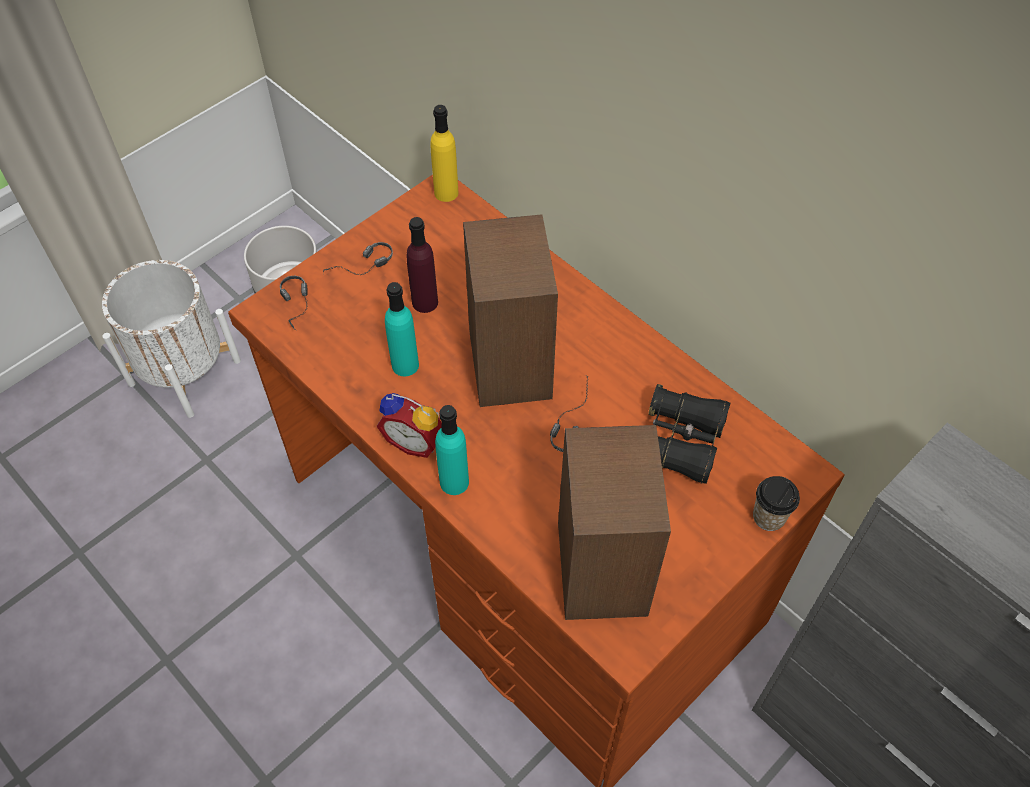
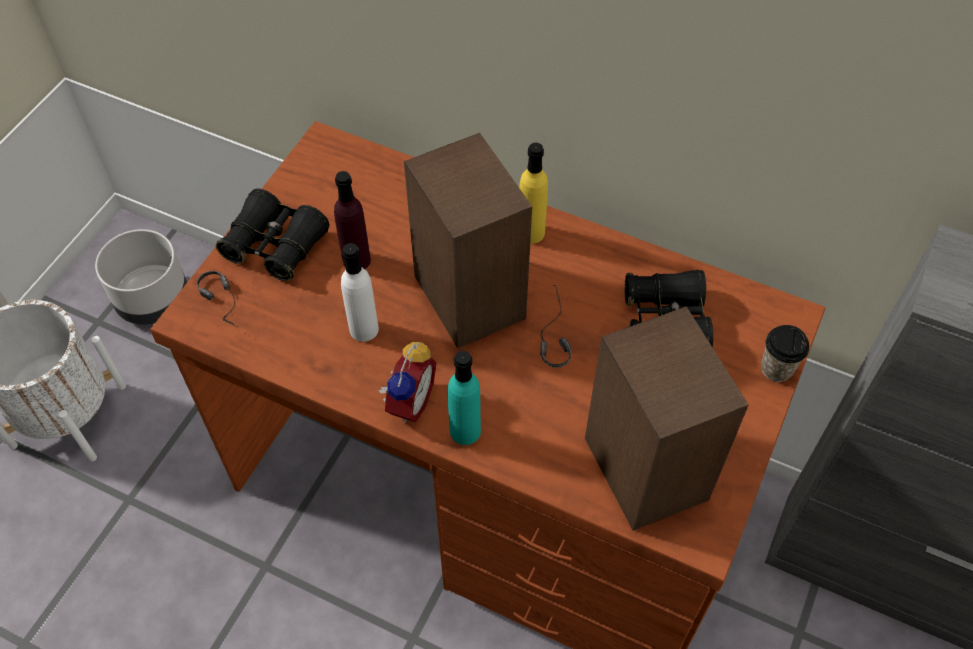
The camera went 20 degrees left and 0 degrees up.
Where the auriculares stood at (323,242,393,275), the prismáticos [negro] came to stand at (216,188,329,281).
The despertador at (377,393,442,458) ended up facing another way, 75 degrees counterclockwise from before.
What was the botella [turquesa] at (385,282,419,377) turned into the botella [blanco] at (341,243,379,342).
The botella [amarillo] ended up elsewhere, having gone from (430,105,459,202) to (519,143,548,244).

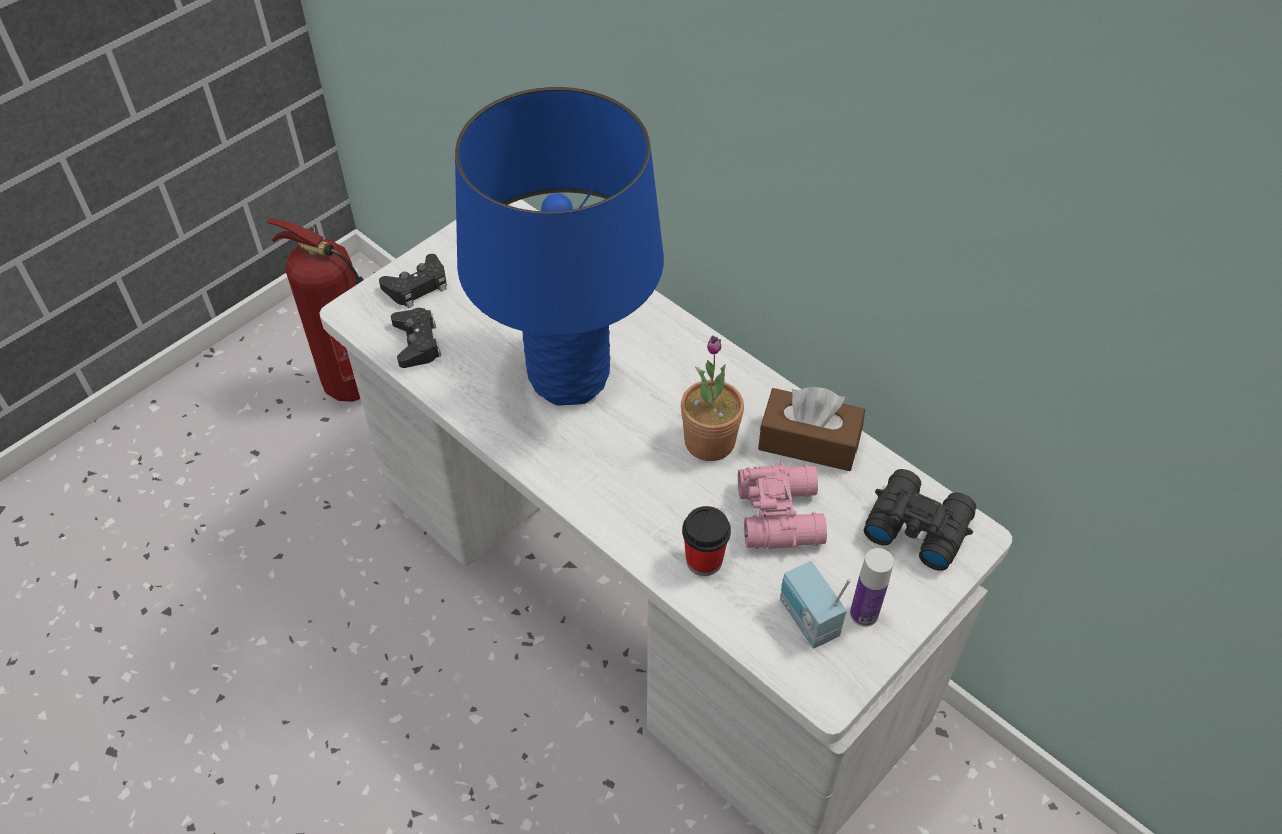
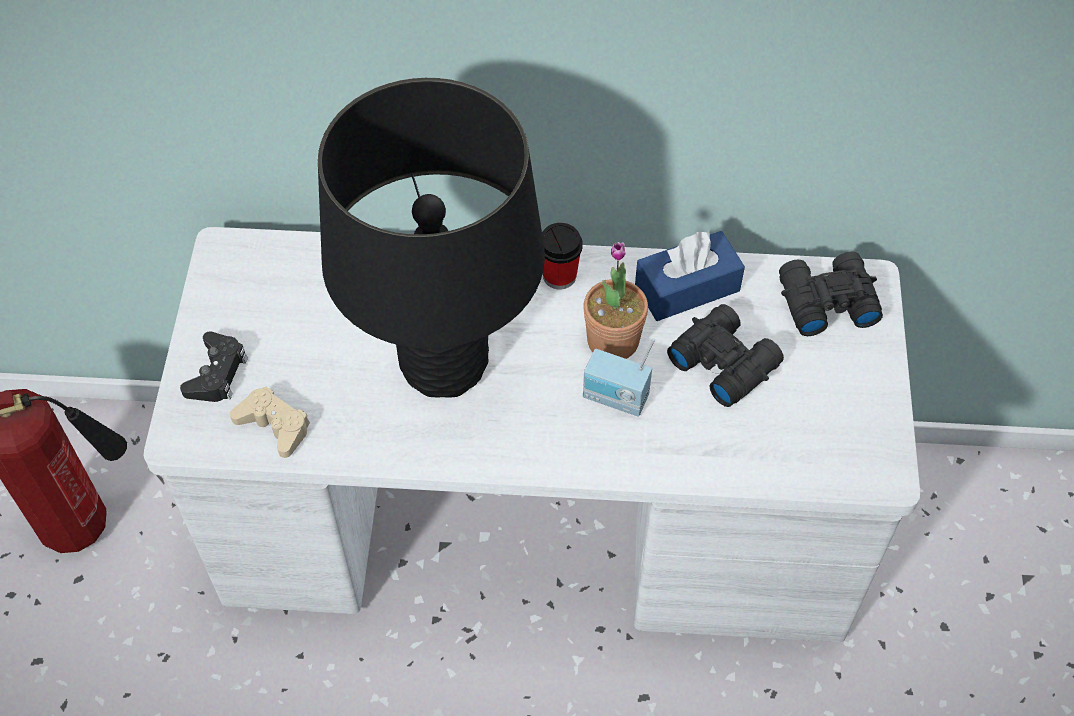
The camera went 40 degrees left and 5 degrees up.
What was the mando de consola [negro] at (391,308,441,368) turned into the mando de consola [beis] at (230,386,310,458).
What was the lámpara de mesa [azul] at (455,87,664,406) turned into the lámpara de mesa [negro] at (318,78,545,398).
The taza ended up elsewhere, having gone from (682,506,731,576) to (542,223,583,289).
What was the prismáticos [rosa] at (738,461,827,549) turned into the prismáticos [negro] at (667,304,784,407).
What was the caja de pañuelos [marrón] at (758,387,865,471) turned into the caja de pañuelos [azul] at (635,231,745,321).
The radio ended up elsewhere, having gone from (780,561,851,648) to (583,338,655,417).
The second view lost the botella at (850,548,894,627).

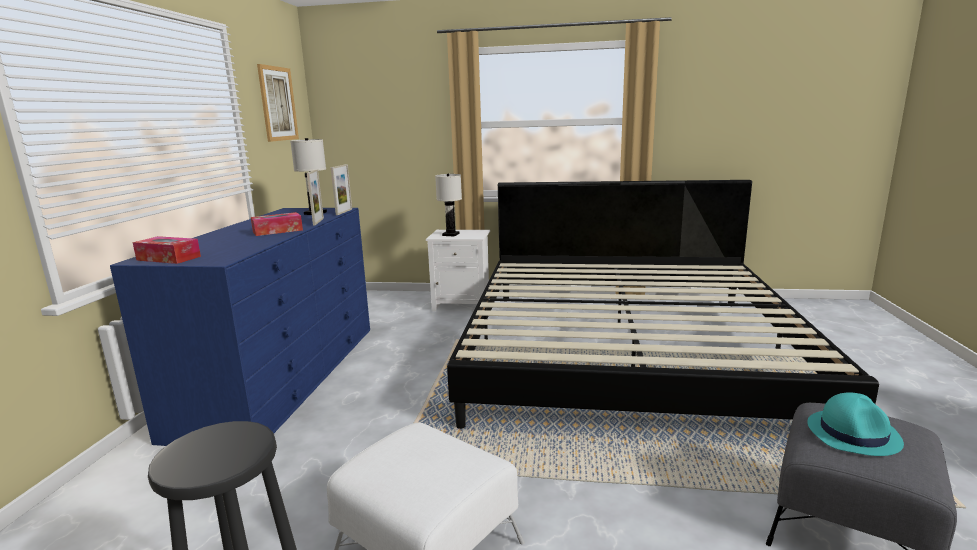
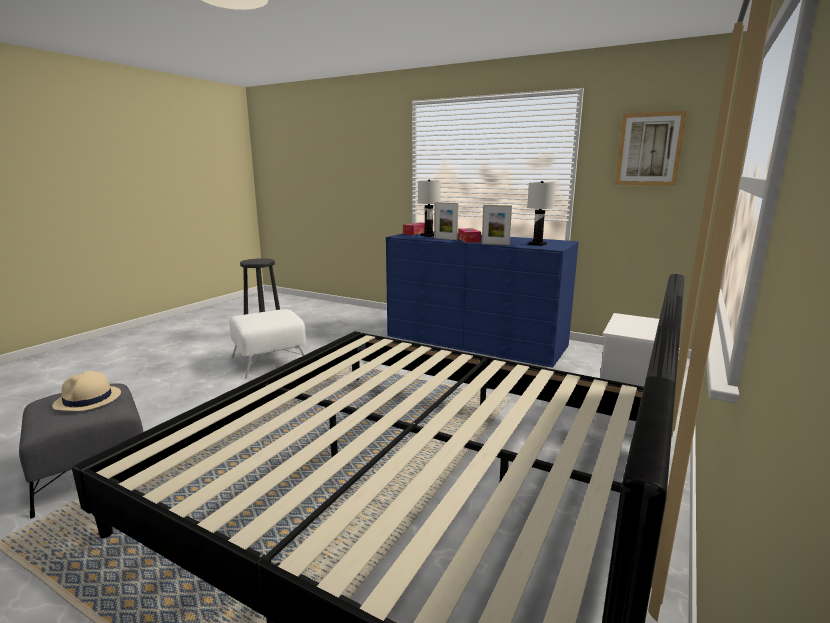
The camera went 110 degrees right and 0 degrees up.
The portarretratos ended up elsewhere, having gone from (331,164,352,215) to (434,202,459,240).
The lámpara de mesa [blanco] ended up elsewhere, having gone from (435,174,462,237) to (418,180,441,237).
What was the sombrero [turquesa] at (807,393,904,456) turned into the sombrero [beis] at (52,371,121,411).

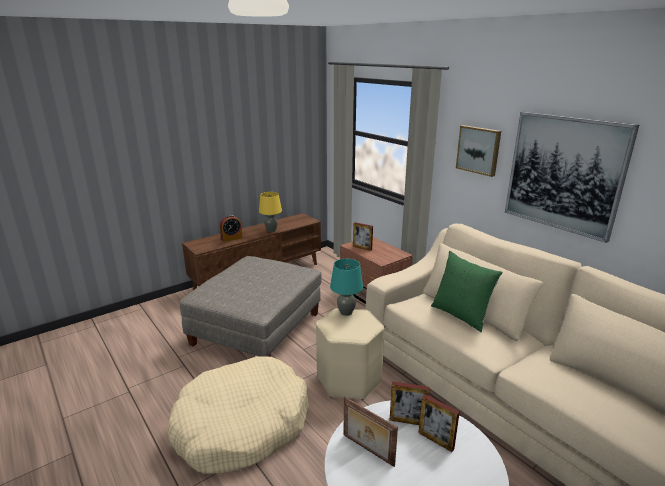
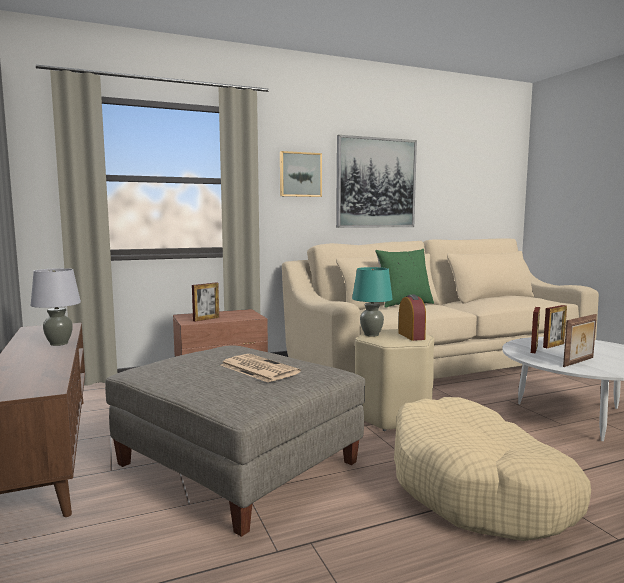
The camera went 75 degrees left and 15 degrees down.
The despertador ended up elsewhere, having gone from (220,215,243,242) to (398,295,426,341).
What was the lámpara de mesa [amarillo] at (259,192,282,232) turned into the lámpara de mesa [gris] at (31,268,81,346).
The second view gained the periódico at (221,354,301,383).

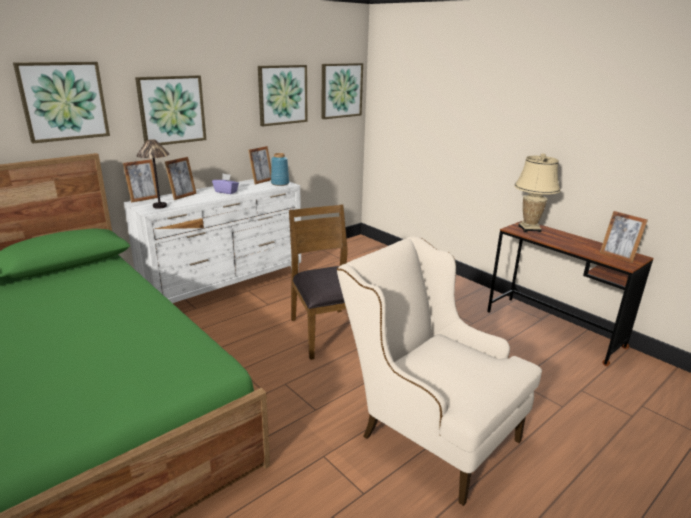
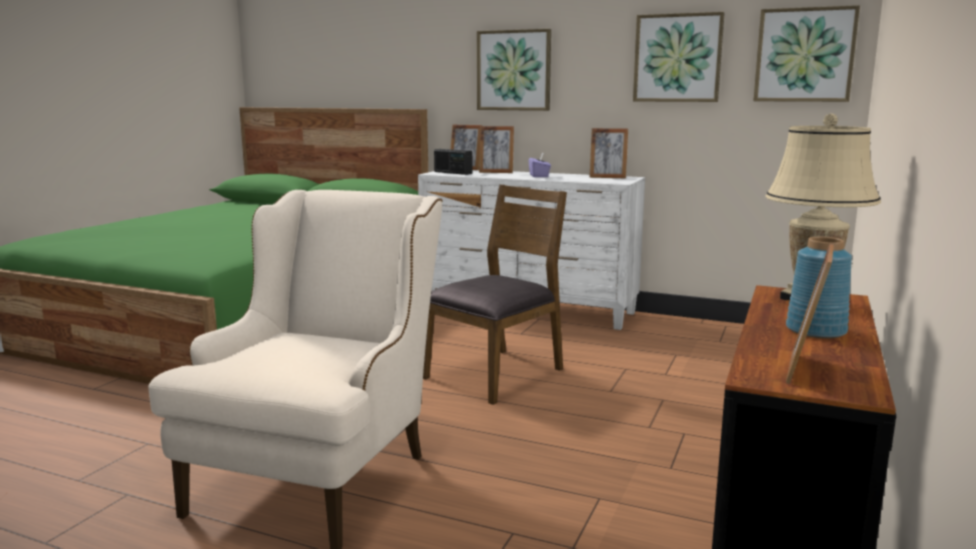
The camera went 65 degrees right and 10 degrees down.
The second view lost the cuadro at (13,62,110,143).
Where the lámpara de mesa stood at (136,139,170,209), the radio came to stand at (434,149,472,175).
The florero [azul] ended up elsewhere, having gone from (271,153,289,186) to (786,237,852,339).

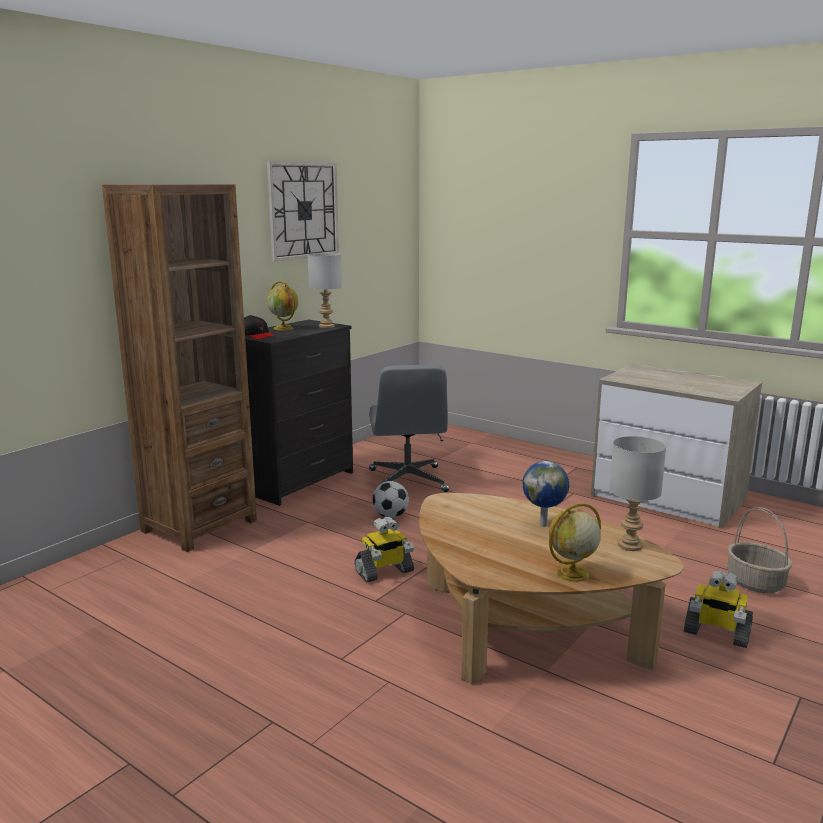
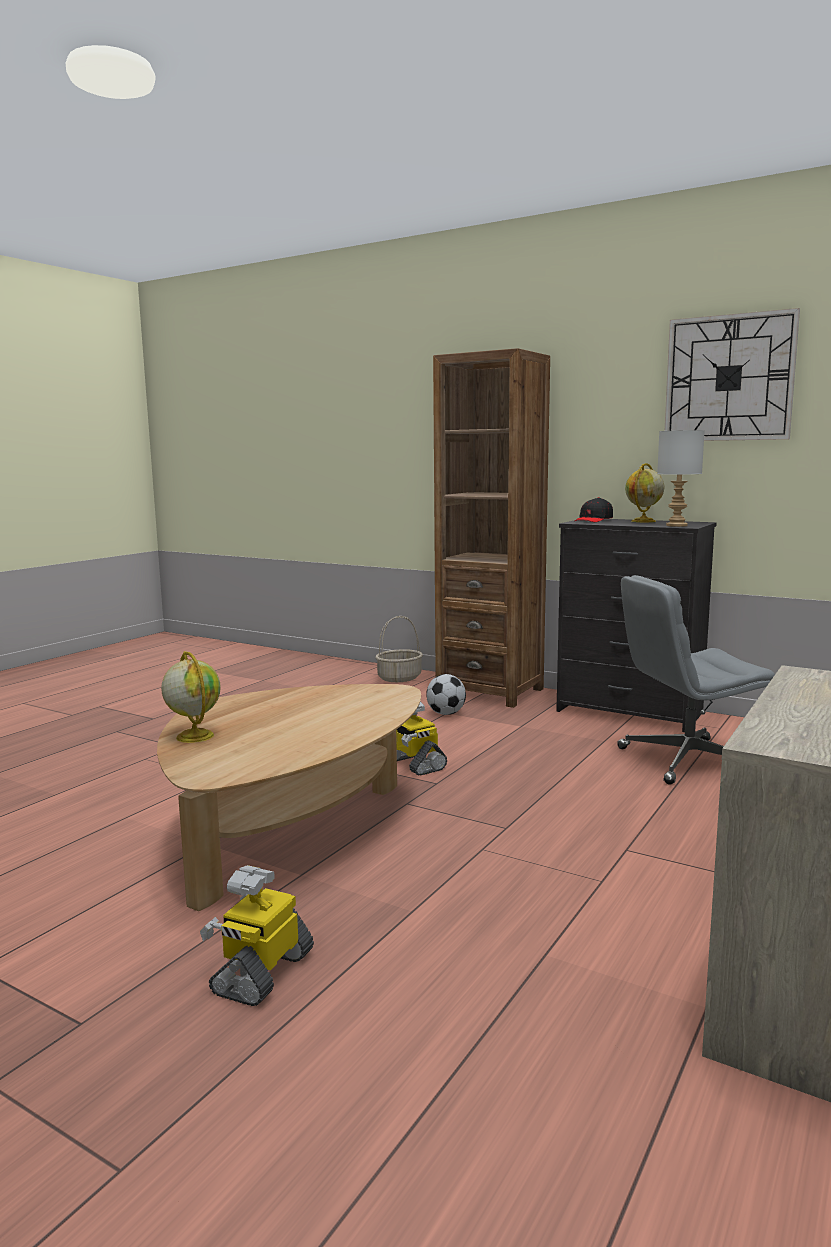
The camera went 85 degrees right and 5 degrees down.
The balón de fútbol ended up elsewhere, having gone from (373,481,409,518) to (426,674,466,715).
The second view lost the globo terráqueo at (523,461,569,527).
The second view lost the lámpara de mesa [gris] at (609,436,666,551).
The cesta ended up elsewhere, having gone from (727,507,792,593) to (376,616,423,682).

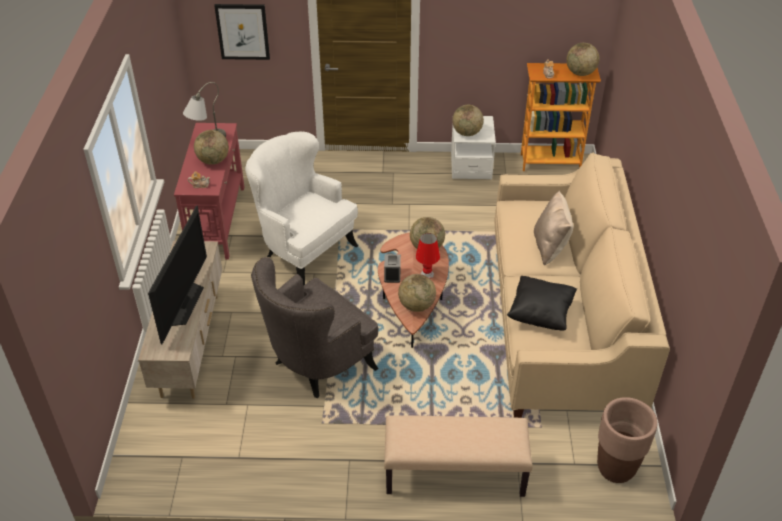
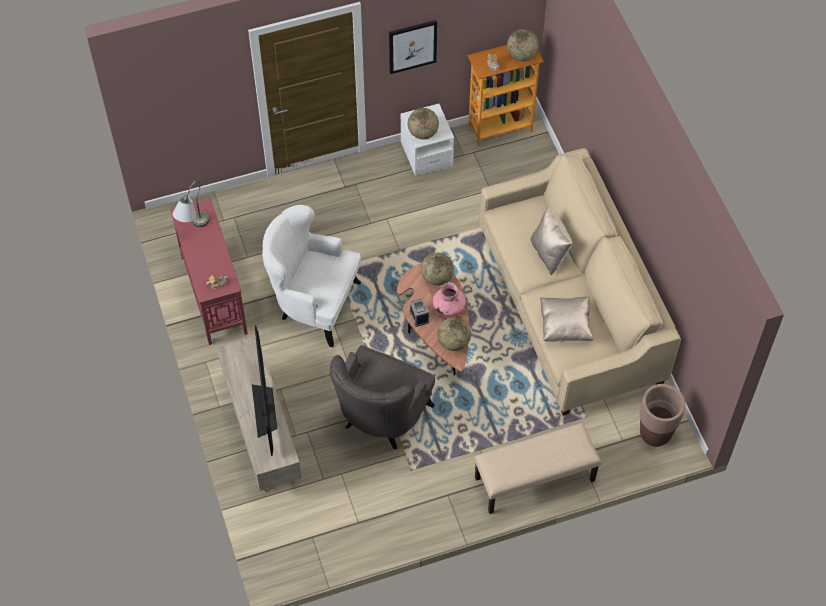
The camera went 20 degrees left and 15 degrees up.
The second view lost the globo terráqueo at (194,130,229,165).
The cuadro ended up elsewhere, having gone from (214,4,270,60) to (389,20,437,74).
Where the lámpara de mesa [rojo] stood at (416,233,440,279), the florero [rosa] came to stand at (433,282,466,316).
What was the cojín [negro] at (507,276,577,331) turned into the cojín [beis] at (540,297,594,342).

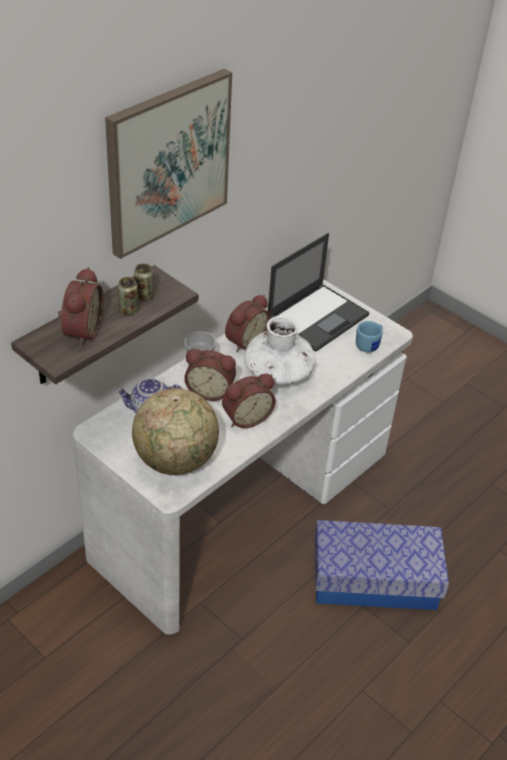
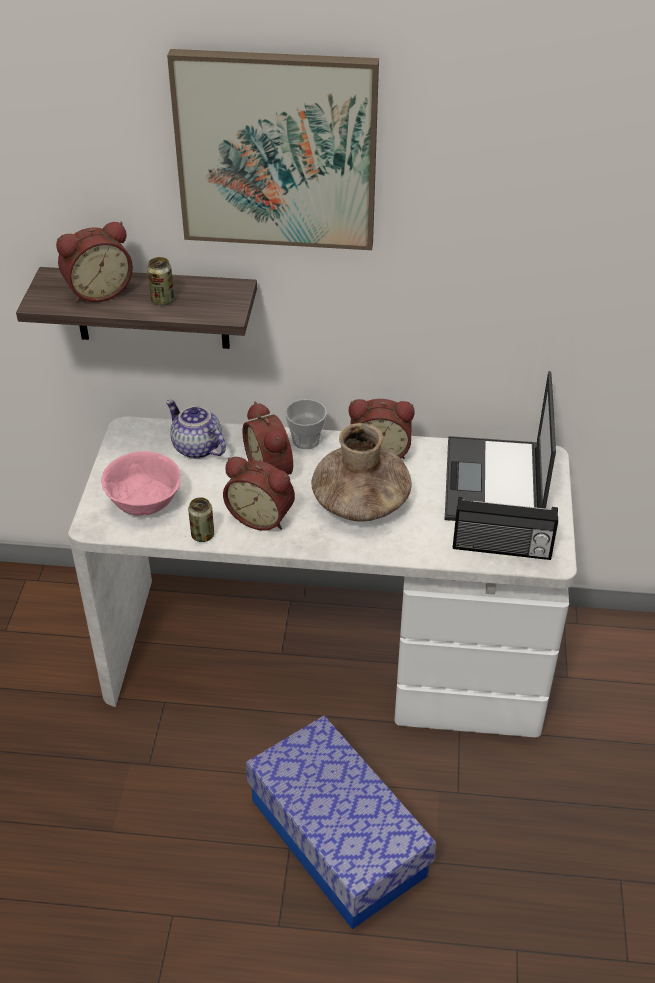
The camera went 55 degrees right and 0 degrees up.
Where the globo terráqueo stood at (132,388,219,475), the cuenco [rosa] came to stand at (101,451,181,516).
The lata ended up elsewhere, having gone from (134,263,153,301) to (188,497,214,542).
What was the florero [blanco] at (244,315,316,385) turned into the florero [marrón] at (311,423,412,522).
The portátil at (268,233,370,352) ended up facing another way, 90 degrees clockwise from before.
Where the taza grande [azul] stood at (356,321,383,353), the radio came to stand at (453,497,558,560).

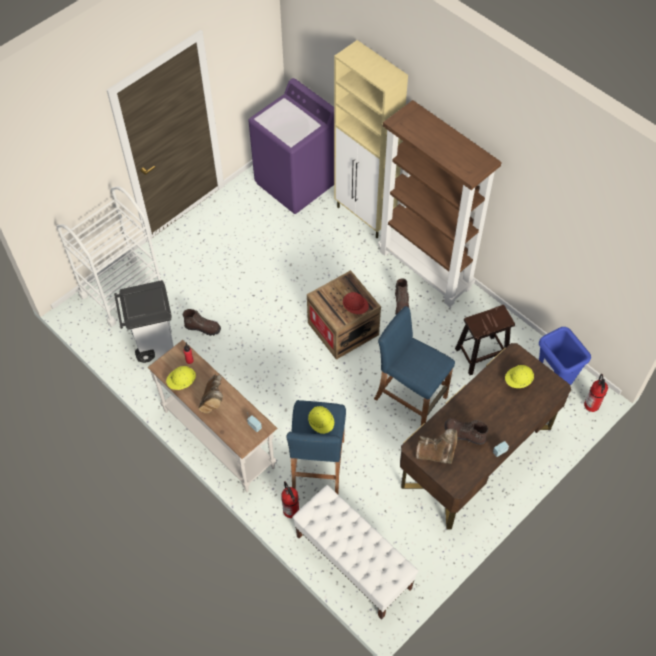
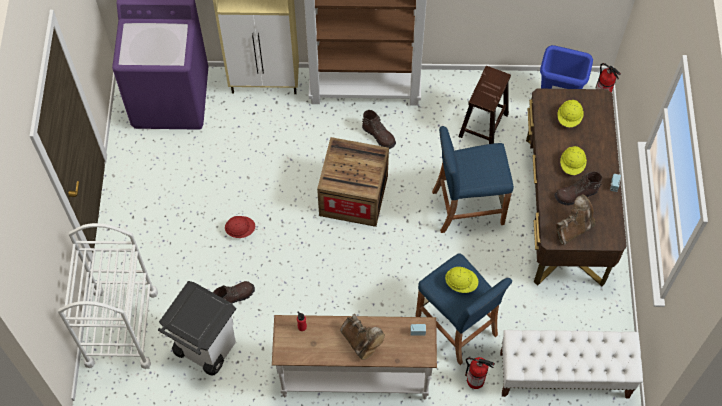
The camera went 45 degrees left and 5 degrees up.
The casco [amarillo] ended up elsewhere, having gone from (166,366,196,390) to (560,146,587,175).
The casco [rojo] ended up elsewhere, having gone from (343,292,369,314) to (225,216,255,238).

